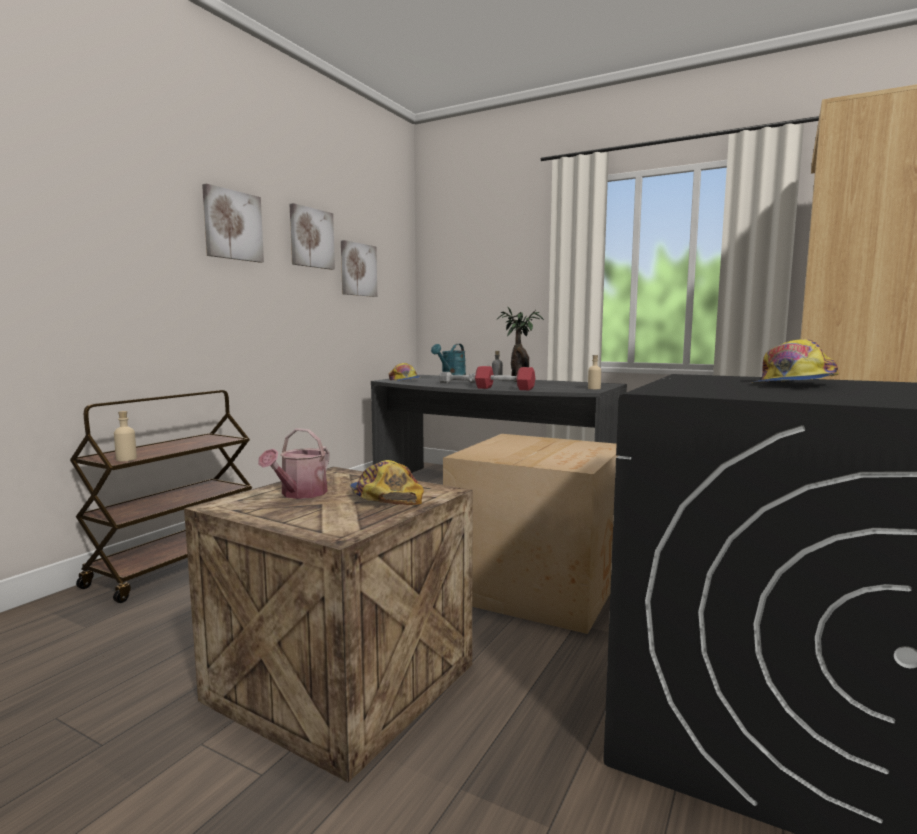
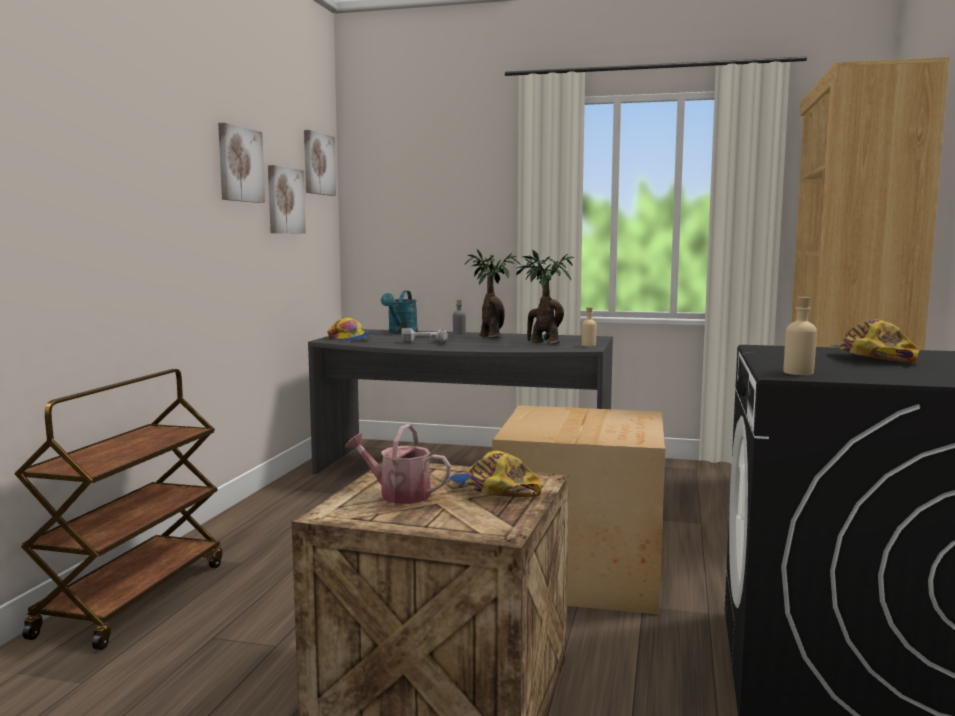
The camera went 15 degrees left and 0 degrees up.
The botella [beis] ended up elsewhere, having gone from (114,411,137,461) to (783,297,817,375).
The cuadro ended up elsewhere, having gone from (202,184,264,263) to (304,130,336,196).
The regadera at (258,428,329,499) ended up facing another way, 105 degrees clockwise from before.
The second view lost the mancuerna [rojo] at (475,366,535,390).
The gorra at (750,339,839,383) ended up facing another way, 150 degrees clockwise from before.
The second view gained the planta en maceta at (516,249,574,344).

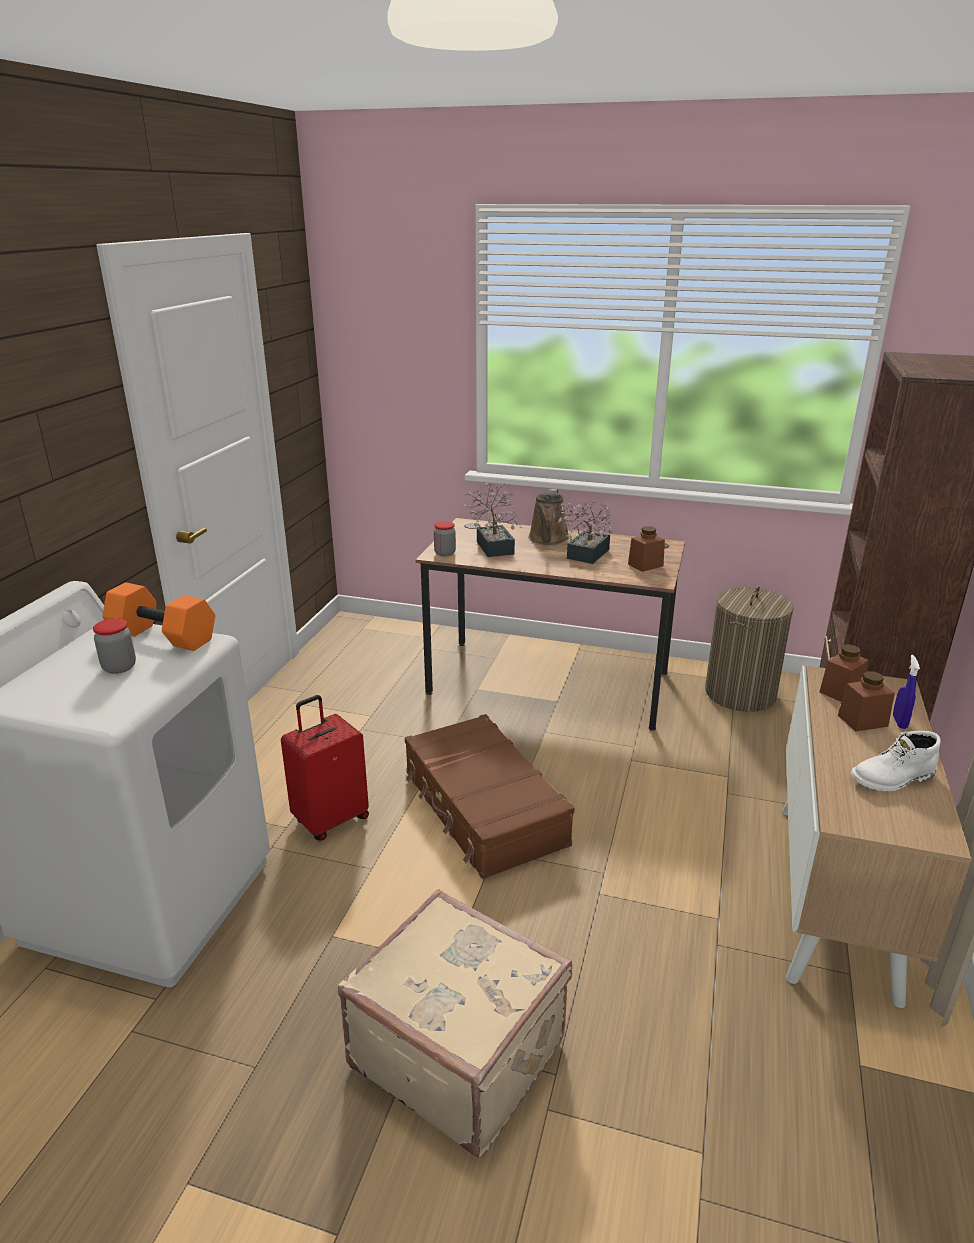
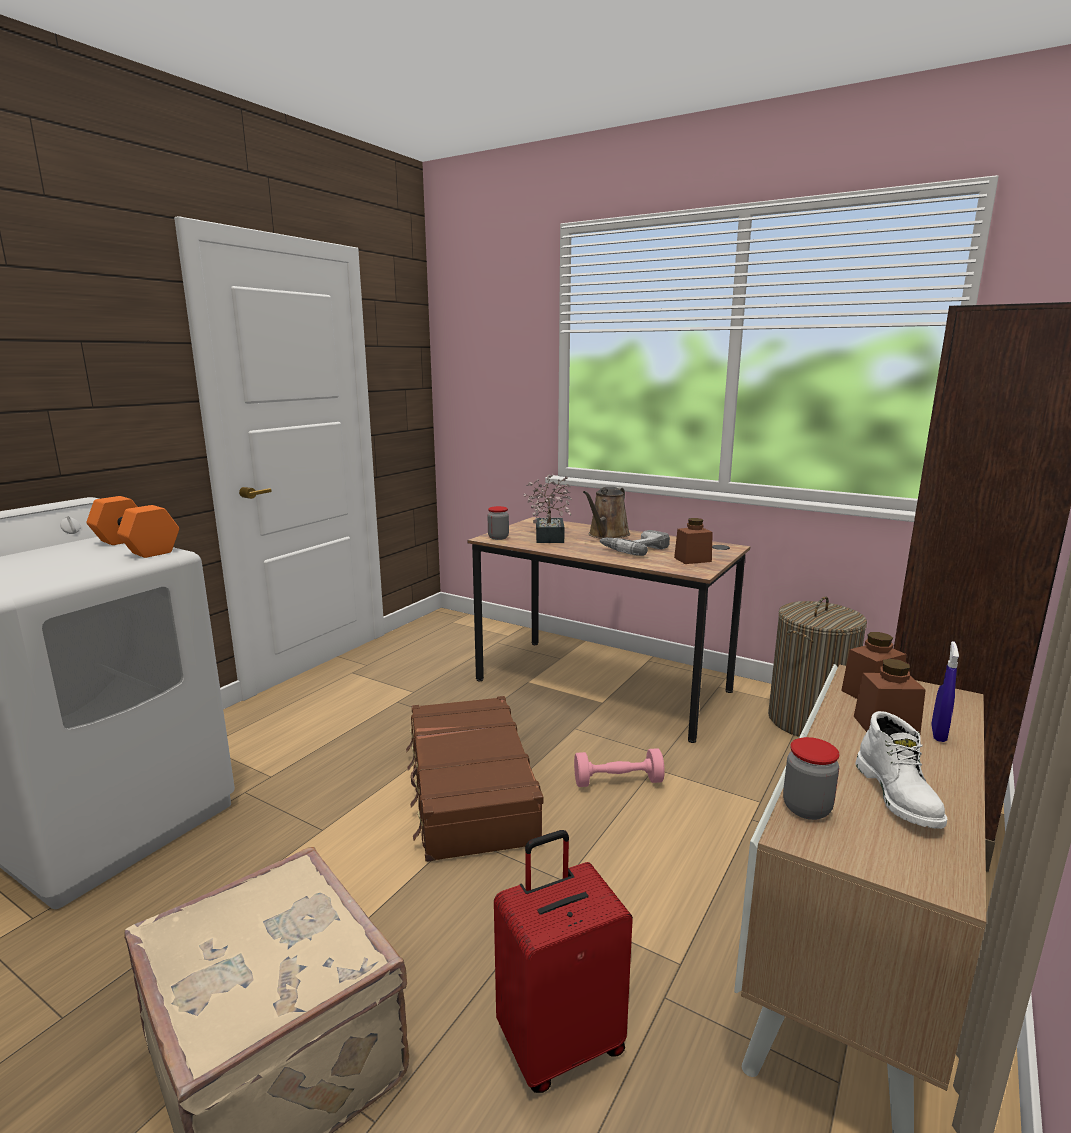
The camera went 15 degrees right and 10 degrees down.
The tarro ended up elsewhere, having gone from (93,618,136,674) to (783,737,840,820).
The maleta [rojo] ended up elsewhere, having gone from (281,695,369,840) to (494,830,633,1093).
Where the planta en maceta stood at (558,502,613,564), the taladro came to stand at (600,530,670,556).
The bota [blanco] at (851,731,941,791) ended up facing another way, 90 degrees counterclockwise from before.
The second view gained the mancuerna [rosa] at (574,748,665,787).

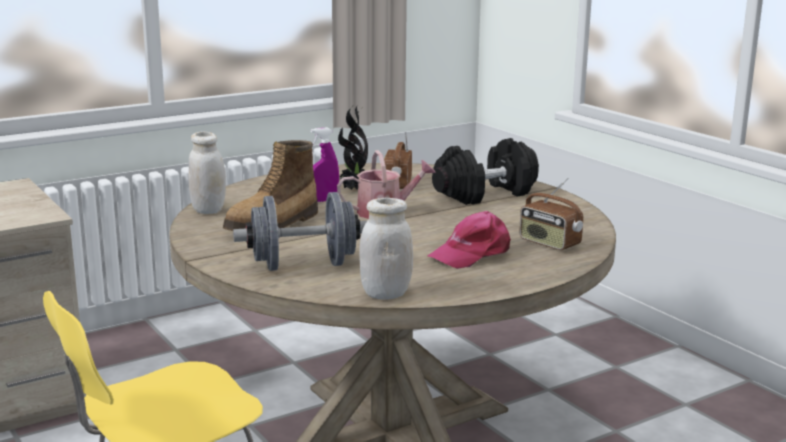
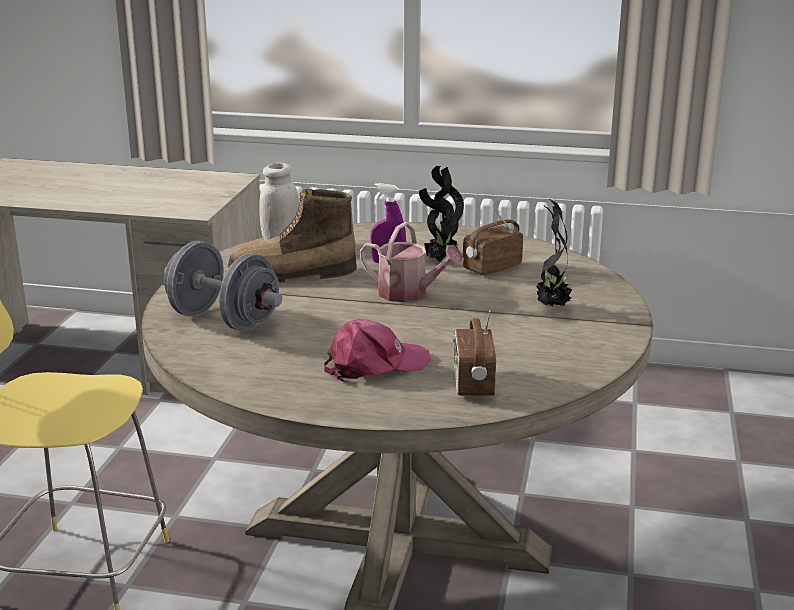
The camera went 45 degrees right and 5 degrees up.
The second view lost the tarro [blanco] at (359,198,413,300).
The gorra [rosa] at (428,211,511,269) ended up facing another way, 150 degrees clockwise from before.
Where the mancuerna [negro] stood at (432,138,539,205), the planta en maceta came to stand at (536,199,572,308).

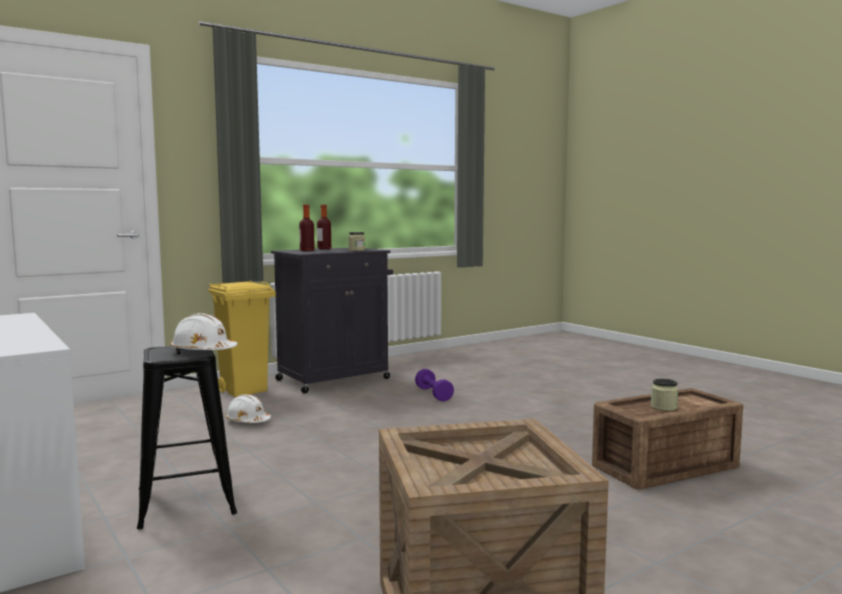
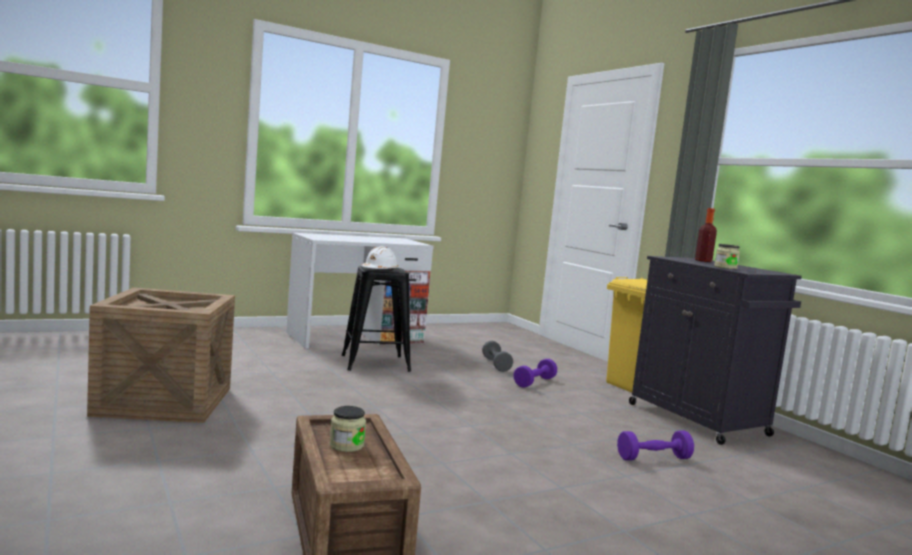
The camera went 95 degrees right and 0 degrees up.
Where the casco [blanco] stood at (225,394,271,423), the mancuerna [morado] came to stand at (513,359,557,388).
The second view lost the botella at (317,205,331,249).
The second view gained the mancuerna [gris] at (482,341,513,372).

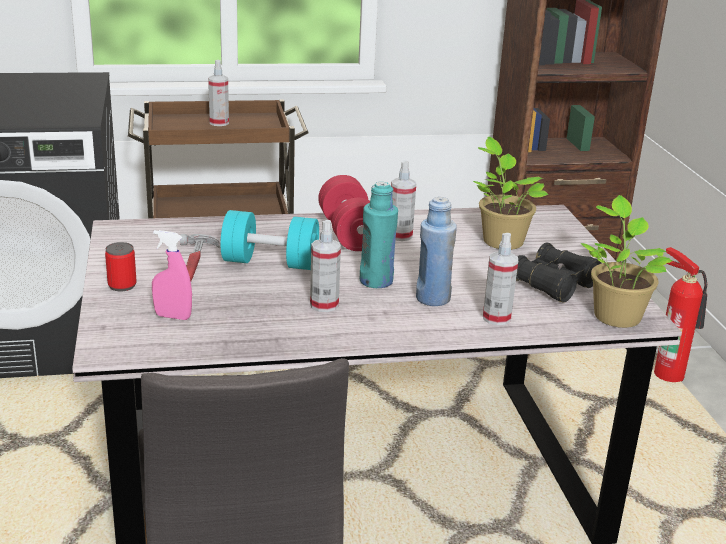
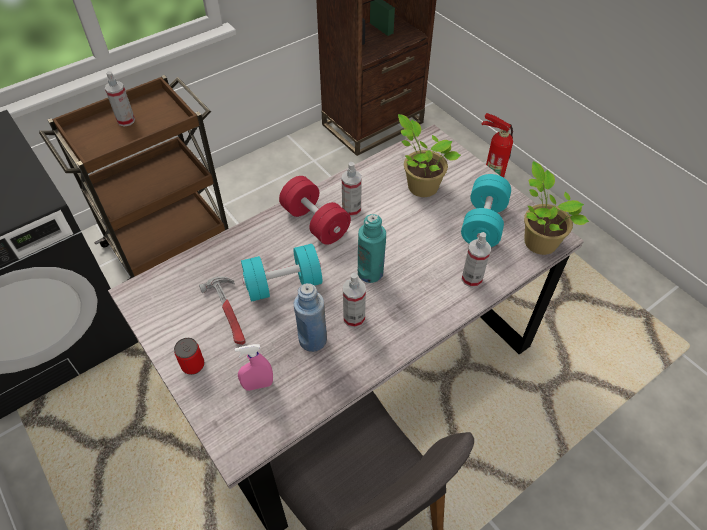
The camera went 25 degrees left and 25 degrees up.
The botella [azul] ended up elsewhere, having gone from (416,197,457,306) to (294,283,327,352).
Where the prismáticos [negro] stood at (516,243,601,303), the mancuerna [turquesa] came to stand at (461,174,511,247).

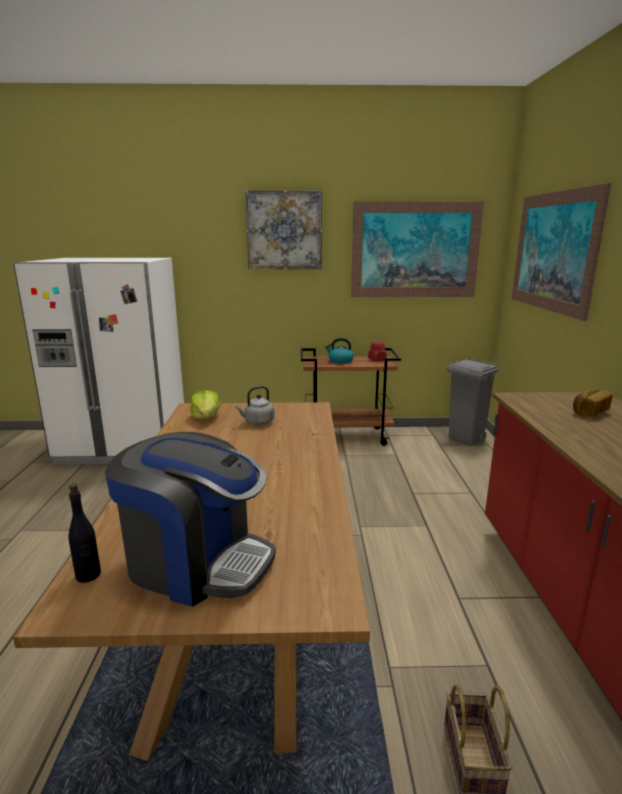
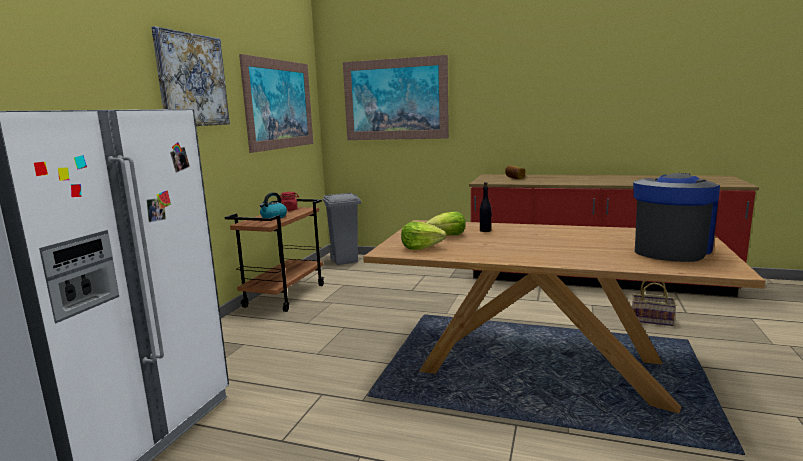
The camera went 70 degrees left and 5 degrees down.
The botella [negro] ended up elsewhere, having gone from (68,483,101,582) to (480,182,492,232).
Where the hervidor [gris] stood at (236,386,275,425), the lechuga came to stand at (426,211,466,235).

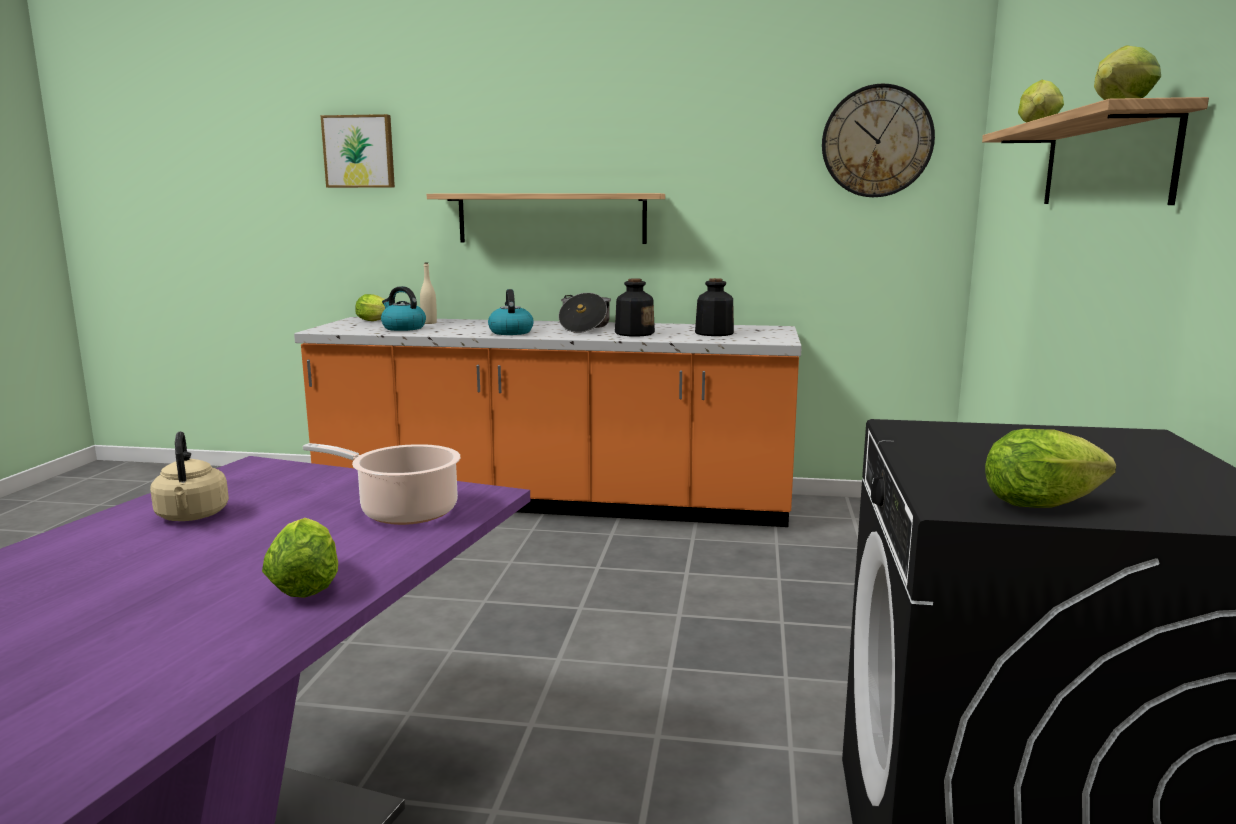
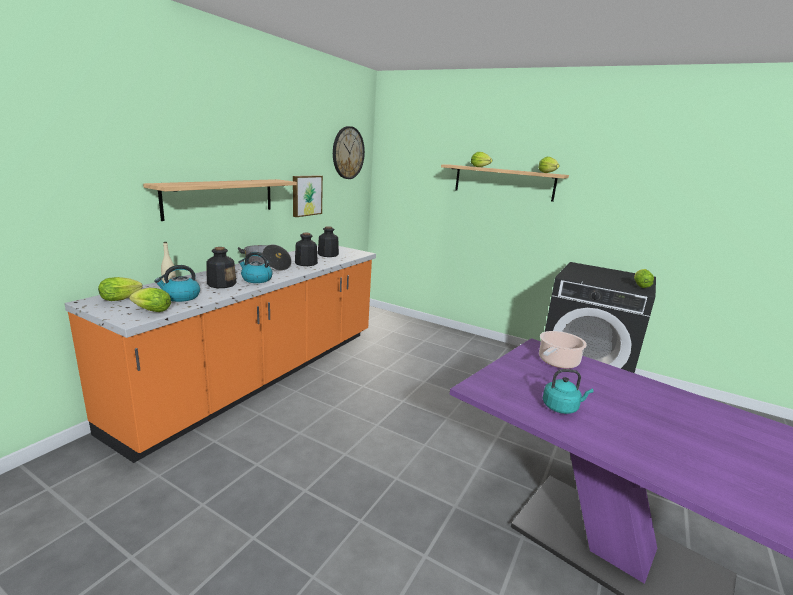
The camera went 70 degrees left and 5 degrees up.
What was the hervidor [beis] at (150,431,229,521) turned into the hervidor [turquesa] at (542,369,594,414).
The lechuga ended up elsewhere, having gone from (262,518,338,598) to (129,288,171,312).
The cuadro ended up elsewhere, having gone from (320,114,395,188) to (293,175,323,217).
The second view gained the botella at (206,247,237,288).

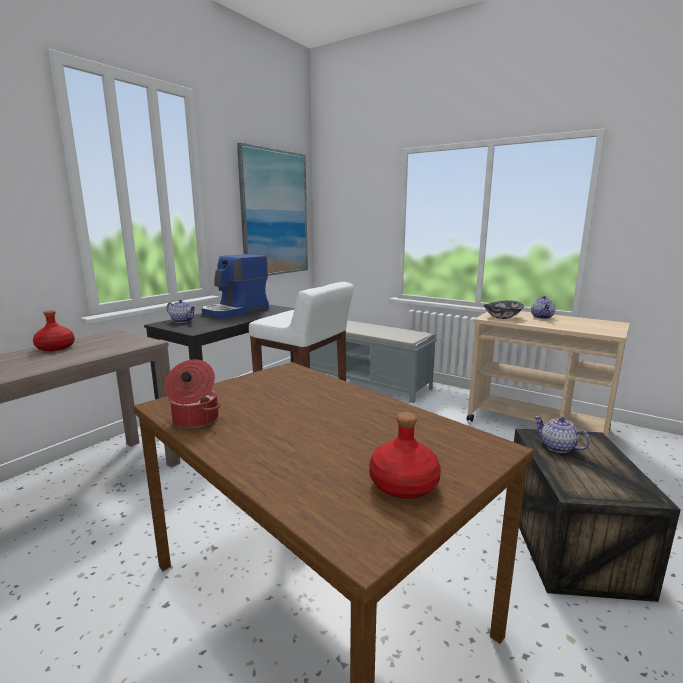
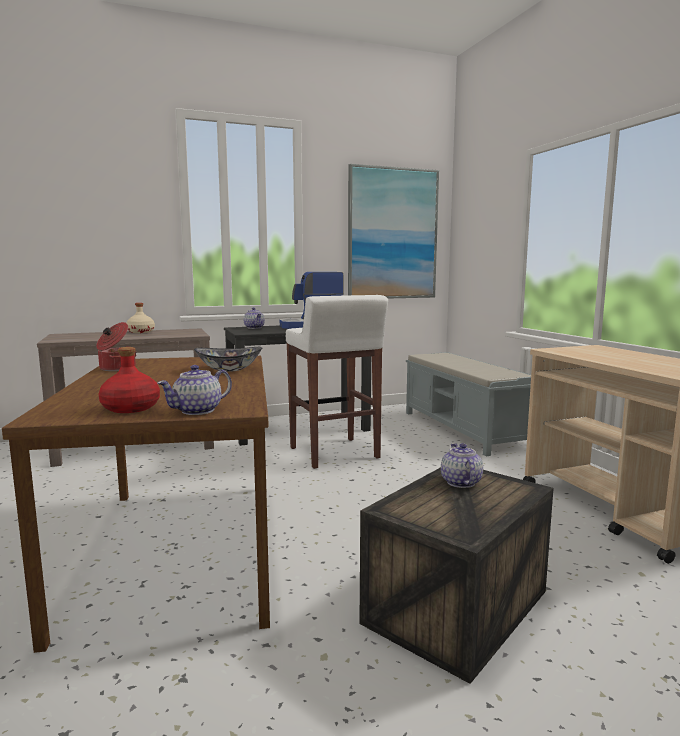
The camera went 35 degrees right and 5 degrees down.
What was the botella [rojo] at (33,310,75,351) turned into the botella [beis] at (127,303,155,333).
The cuenco ended up elsewhere, having gone from (483,300,524,319) to (194,347,262,372).
The tetera ended up elsewhere, having gone from (531,296,555,319) to (157,365,232,415).

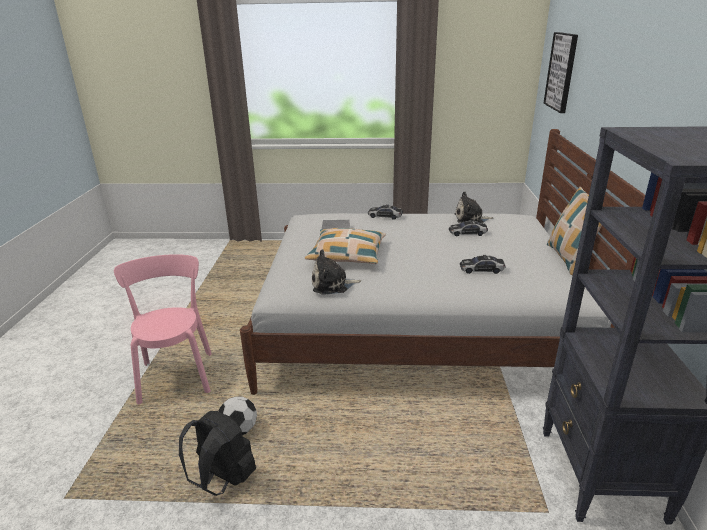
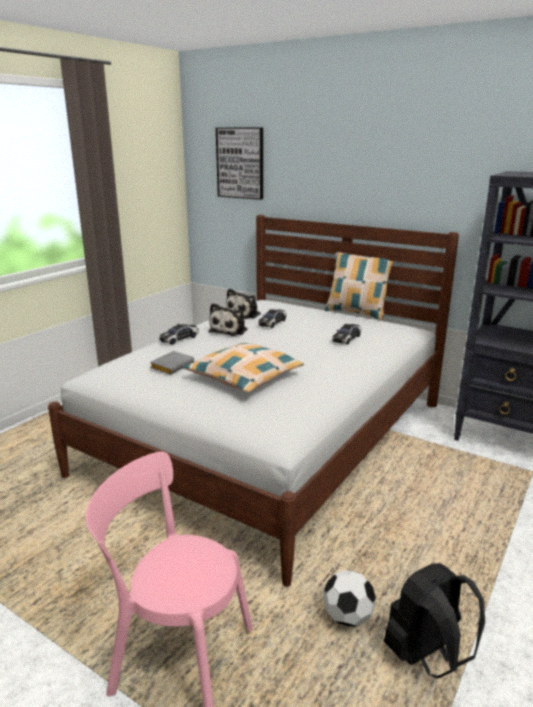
The camera went 60 degrees left and 5 degrees down.
The peluche ended up elsewhere, having gone from (312,249,361,295) to (208,303,248,336).

